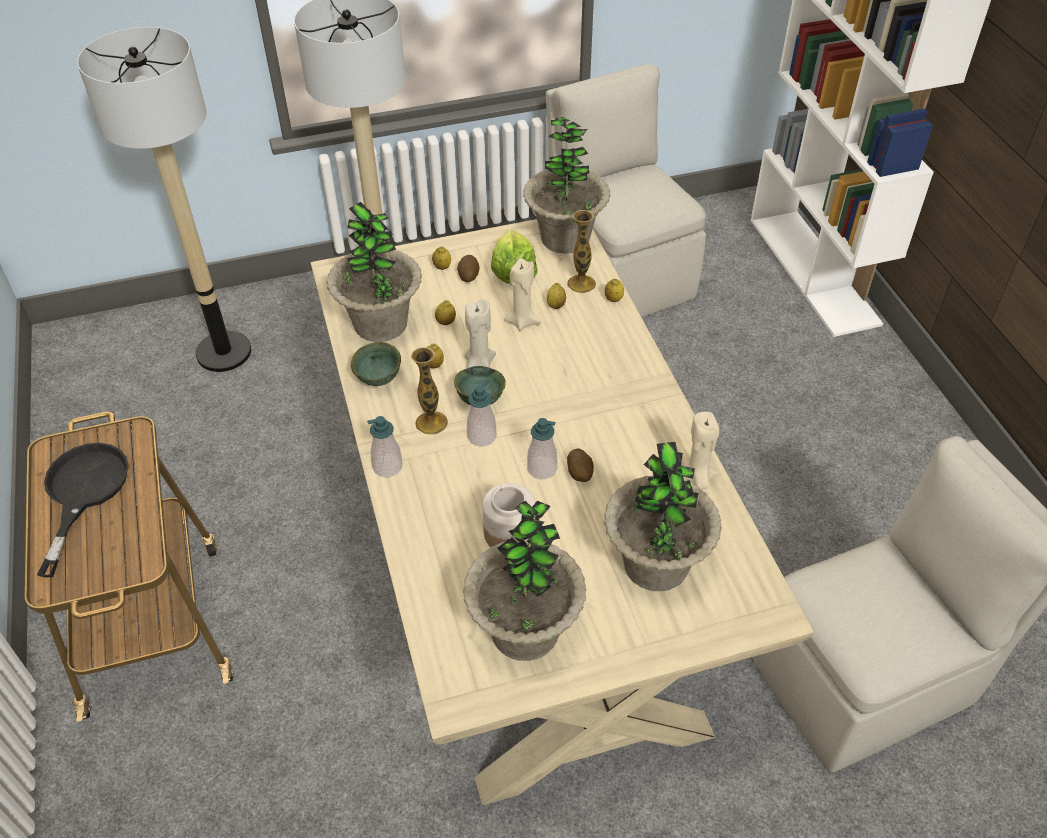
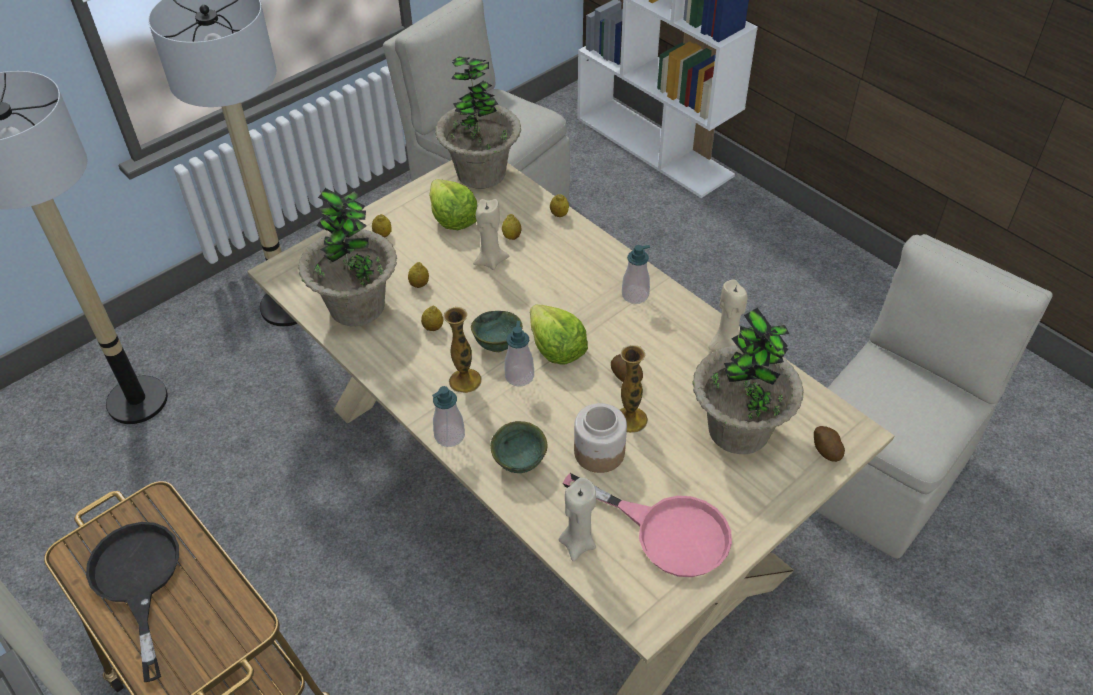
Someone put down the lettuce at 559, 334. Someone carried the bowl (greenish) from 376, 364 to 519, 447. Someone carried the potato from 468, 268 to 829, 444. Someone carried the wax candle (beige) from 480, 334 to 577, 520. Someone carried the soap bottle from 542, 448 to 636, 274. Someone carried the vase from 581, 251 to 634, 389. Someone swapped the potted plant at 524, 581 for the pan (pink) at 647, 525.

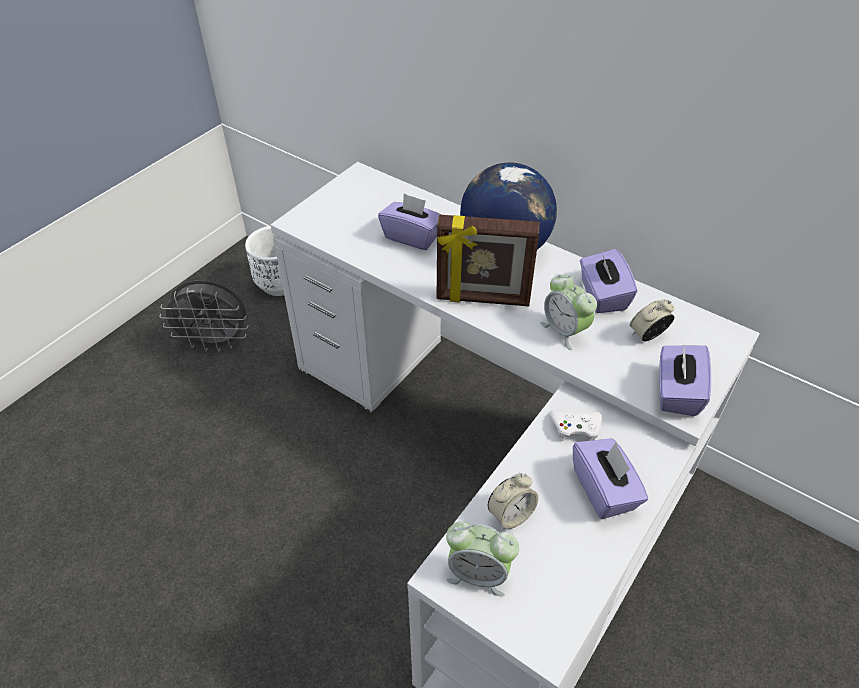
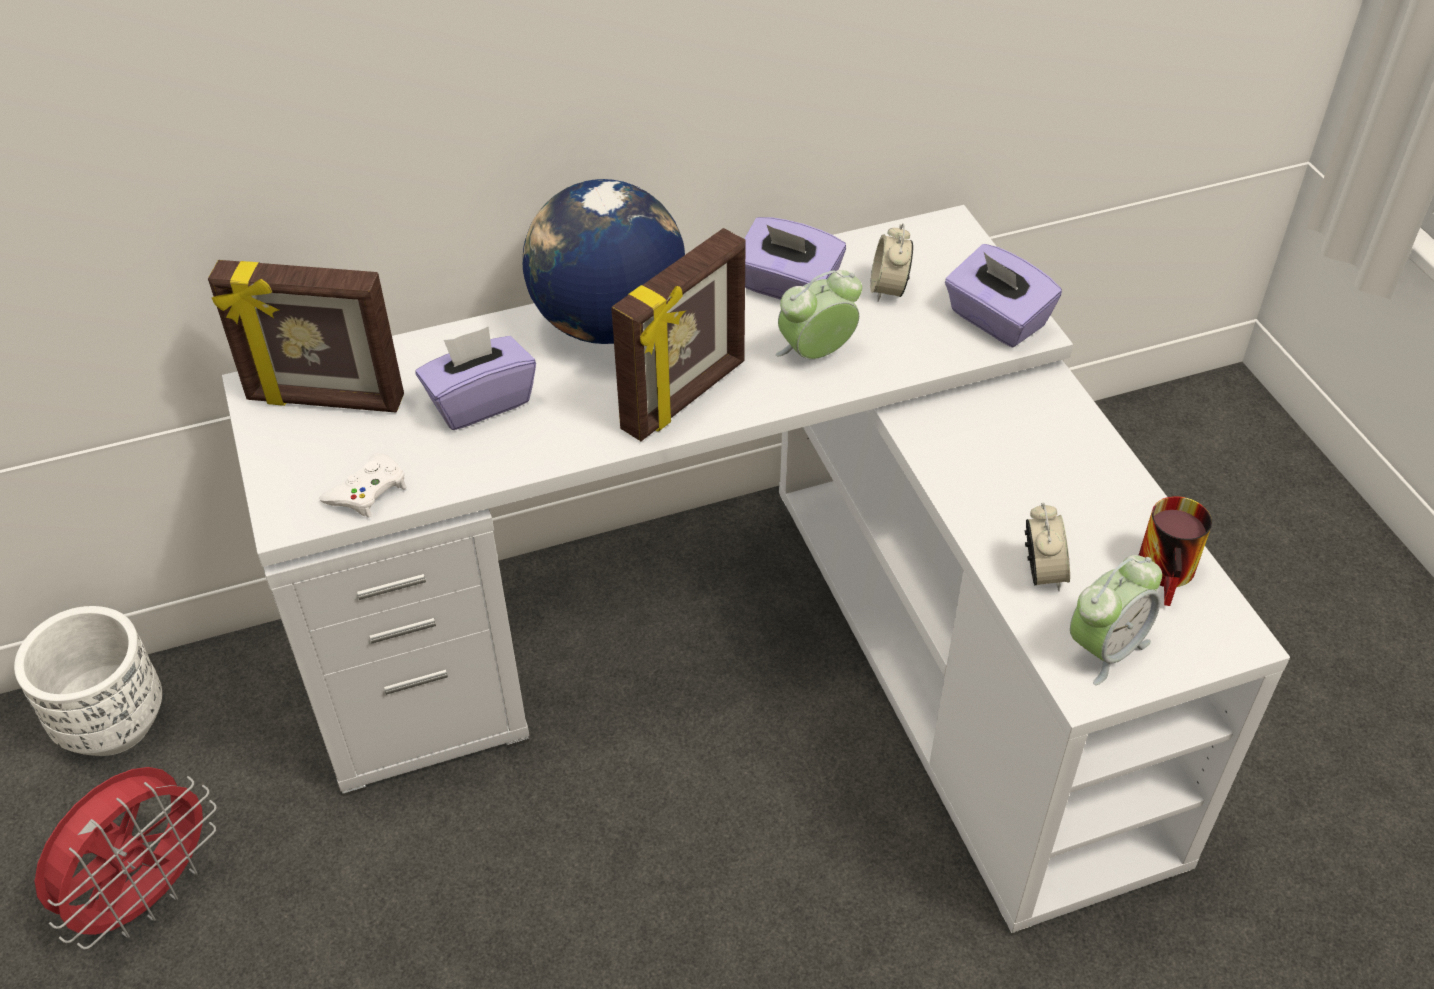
Someone took away the box of tissues (purplish) at 610, 478. Someone put down the standing frame at 306, 336. Someone put down the tea mug at 1175, 551. Someone carried the game controller (white-coloured) from 576, 425 to 362, 485. Someone repainted the cooling fan (greyish) at 204, 316, which became the cooling fan (red) at 126, 858. Someone rotated the table clock at 568, 312 by 150 degrees clockwise.

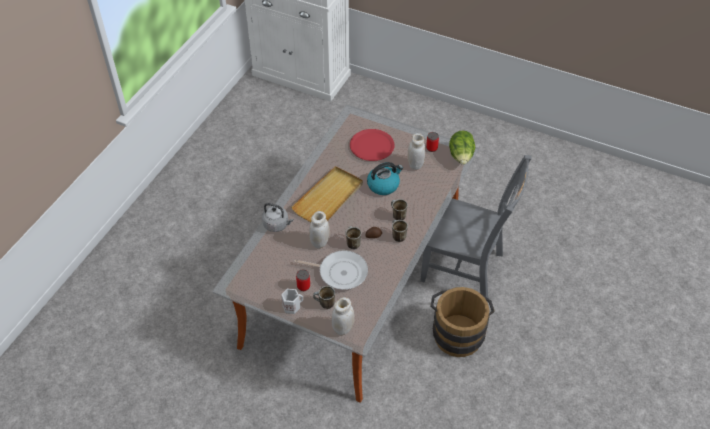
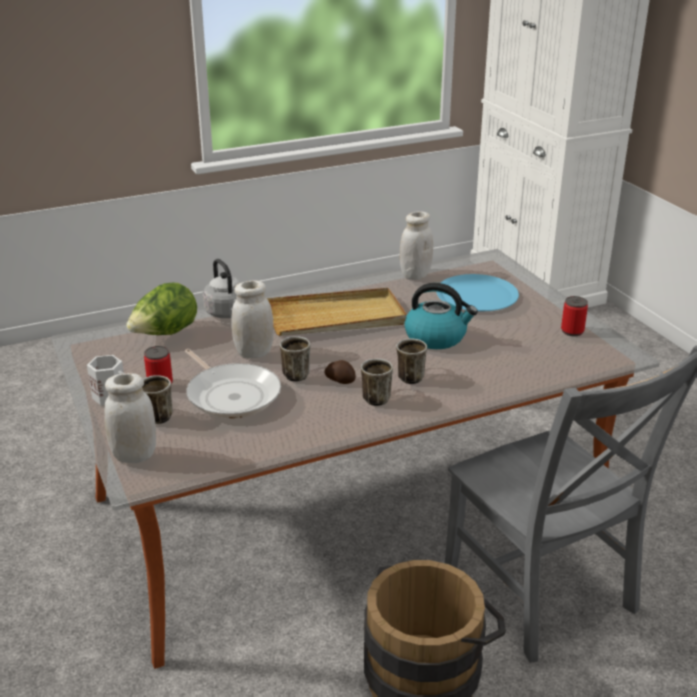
Someone carried the storage jar (white-coloured) from 416, 151 to 416, 245. Someone carried the lettuce from 462, 147 to 161, 309. Someone repainted the flat dish (red) at 372, 145, which became the flat dish (blue) at 477, 292.

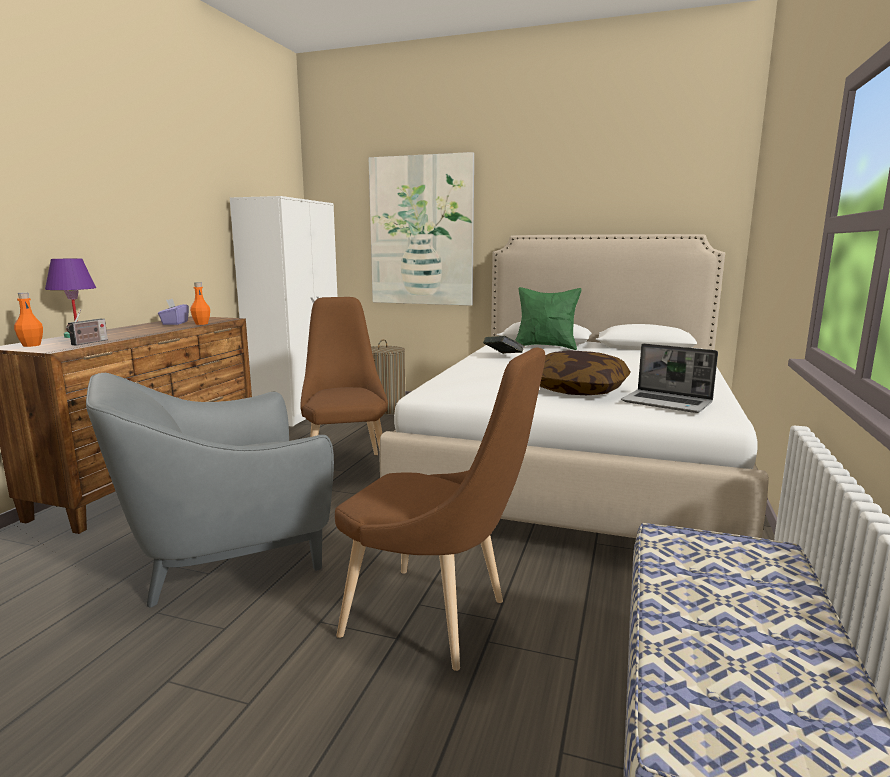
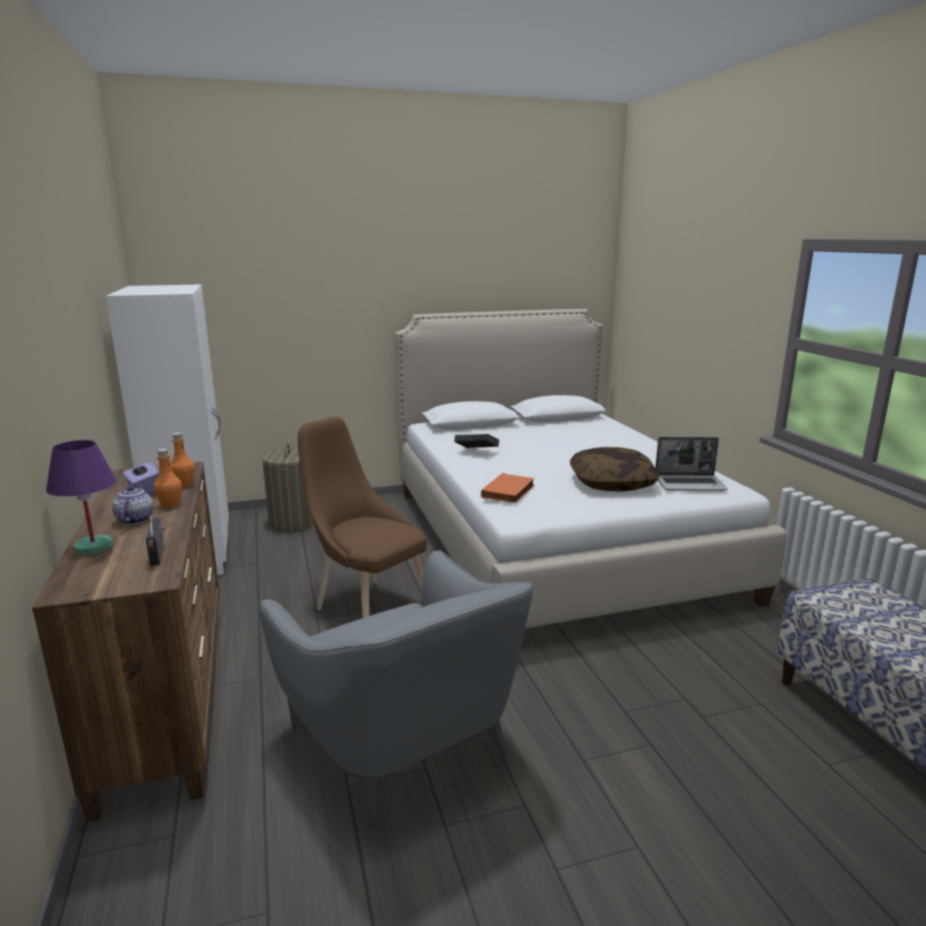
Someone took away the upright chair (brownish) at 440, 509. Someone took away the wall picture at 421, 229. Someone took away the throw pillow (greenish) at 548, 318. Someone put down the teapot at 132, 505. Someone put down the book (orangey) at 507, 488. Someone carried the bottle (orangey) from 28, 320 to 168, 478. Someone rotated the armchair (greyish) at 210, 490 by 60 degrees counterclockwise.

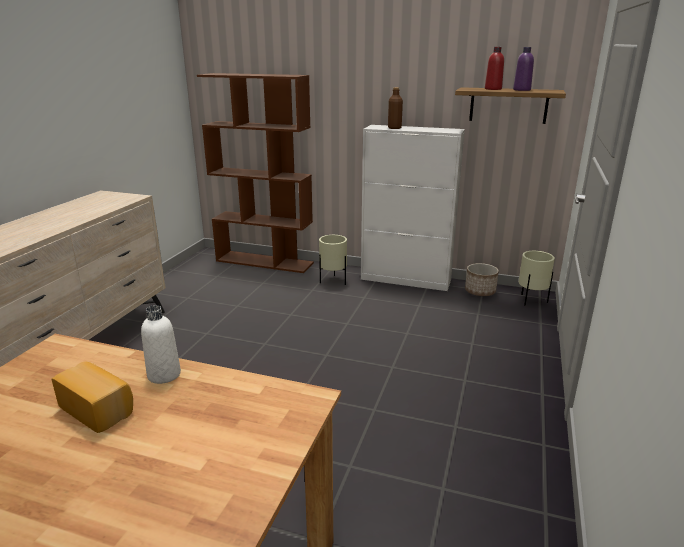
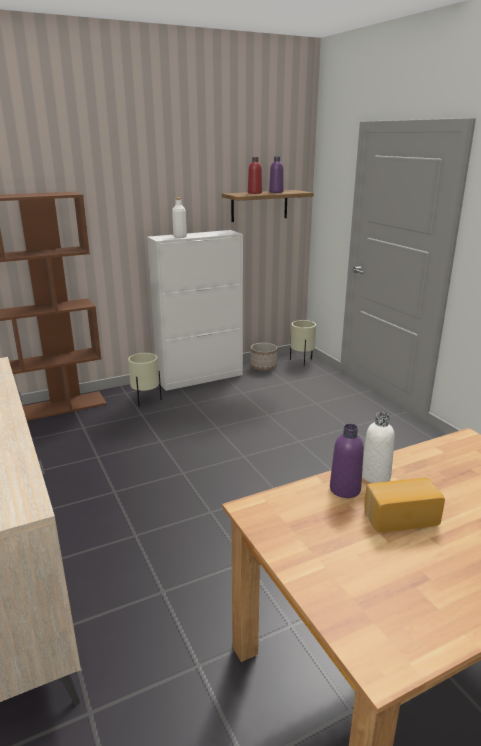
Someone put down the bottle (purplish) at 347, 461. Someone repainted the bottle (brownish) at 395, 108, which became the bottle (white-coloured) at 179, 218.

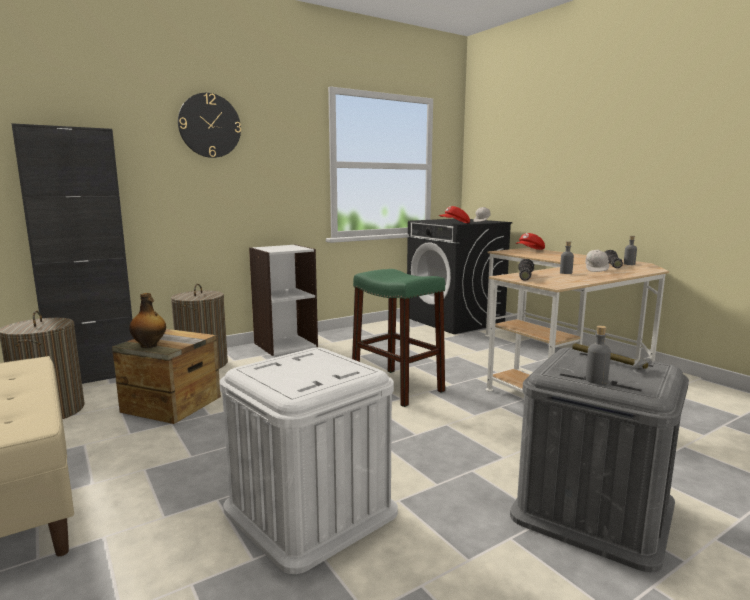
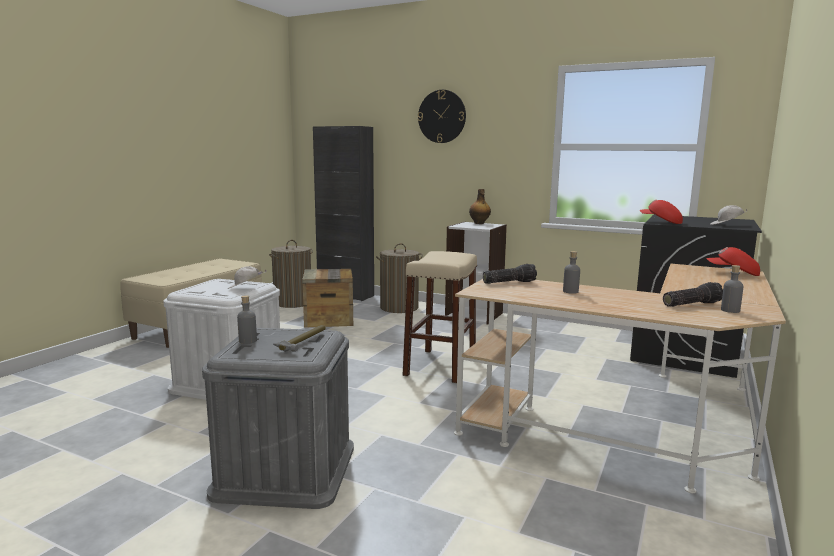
Someone carried the bottle from 147, 320 to 480, 206. Someone carried the cap (white-coloured) from 597, 261 to 247, 277. Someone repainted the sitting stool (greenish) at 398, 338, which became the sitting stool (beige) at 440, 317.

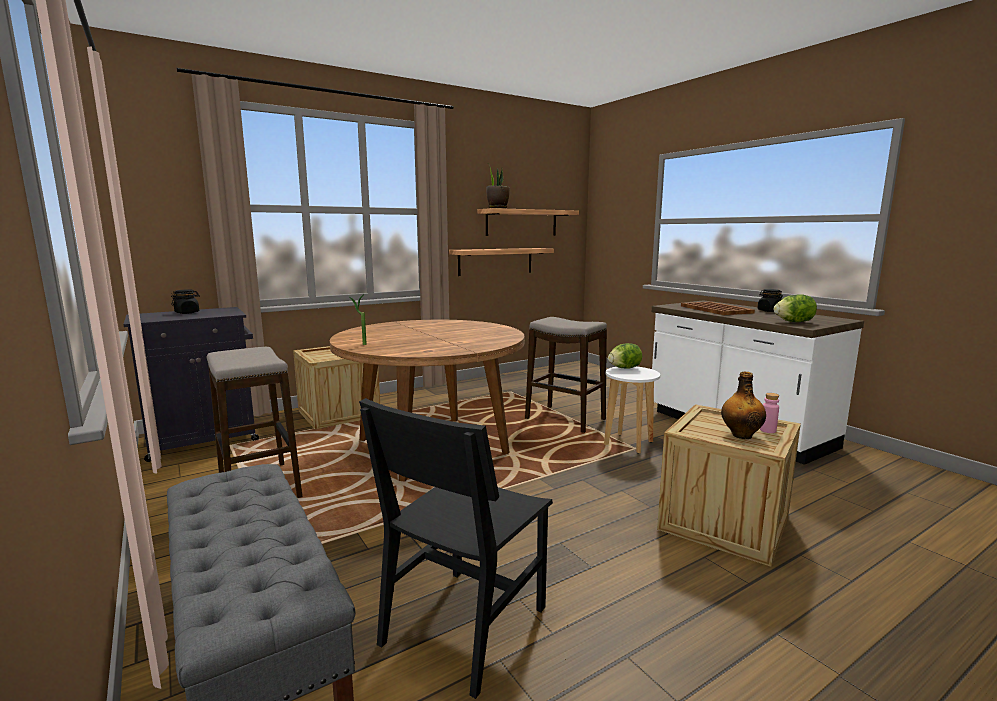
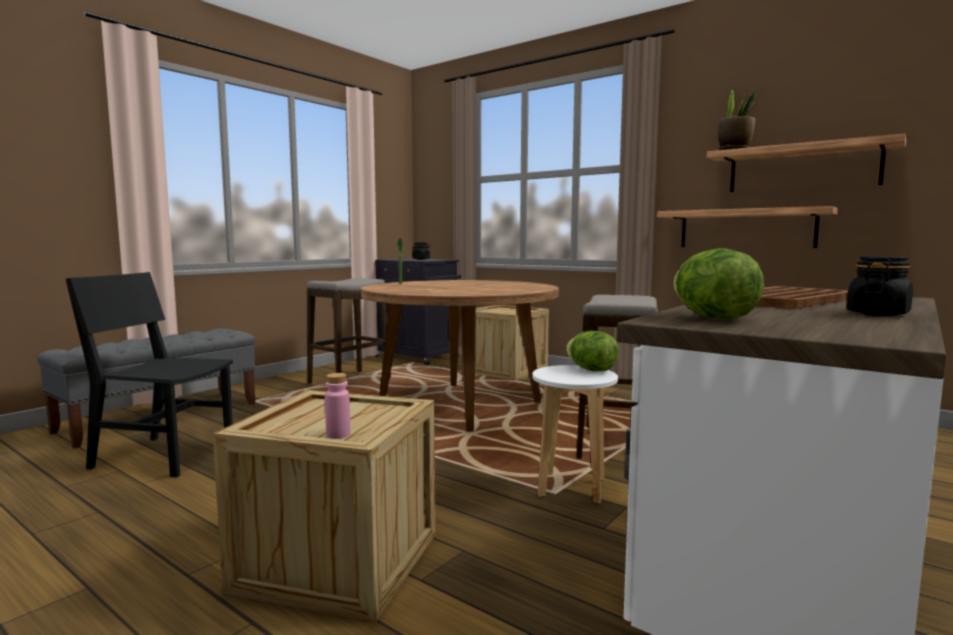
Someone took away the bottle at 743, 405.

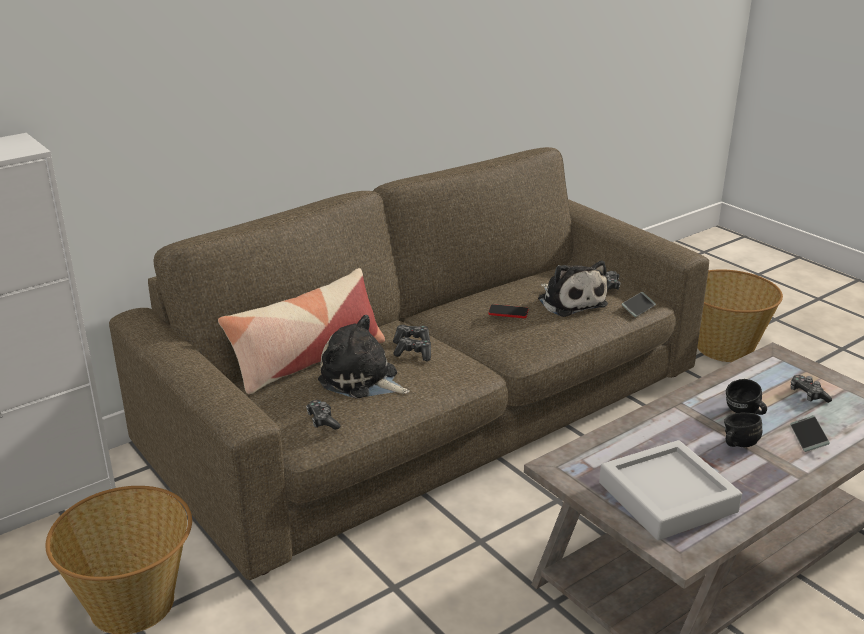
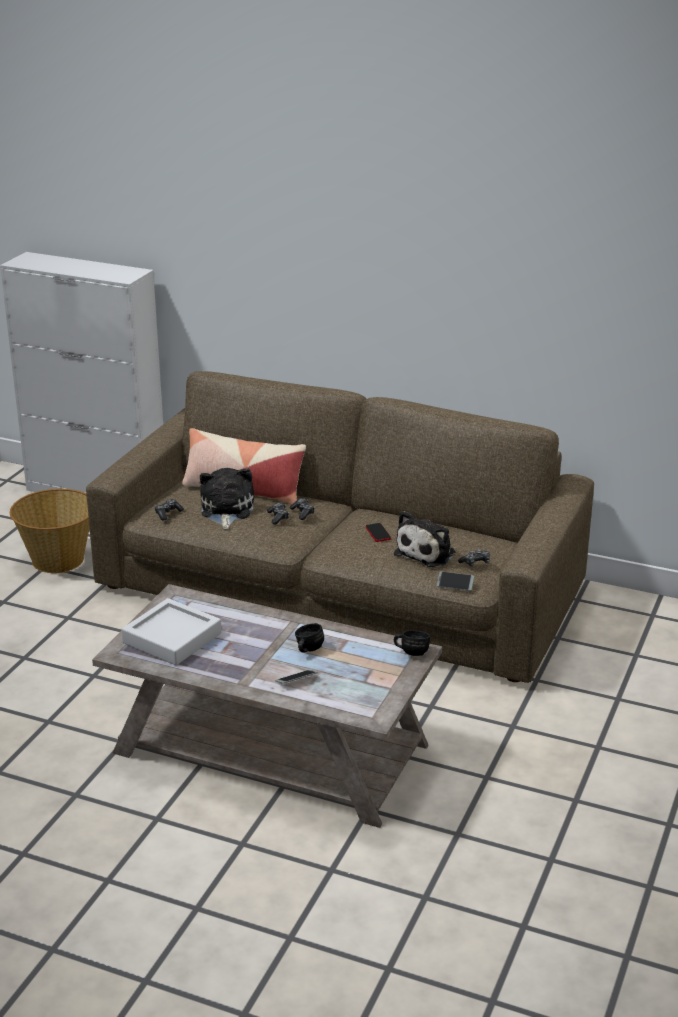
Someone took away the storage basket at 740, 315. Someone took away the game controller at 811, 389. Someone carried the tea mug (blackish) from 743, 430 to 412, 643.

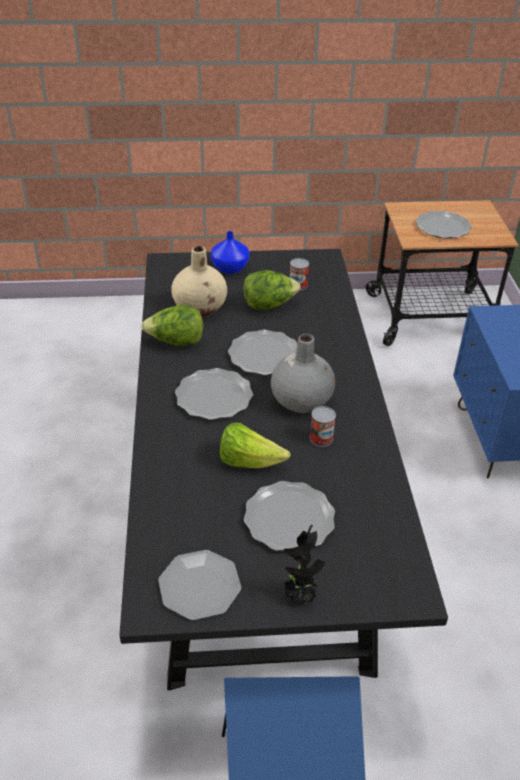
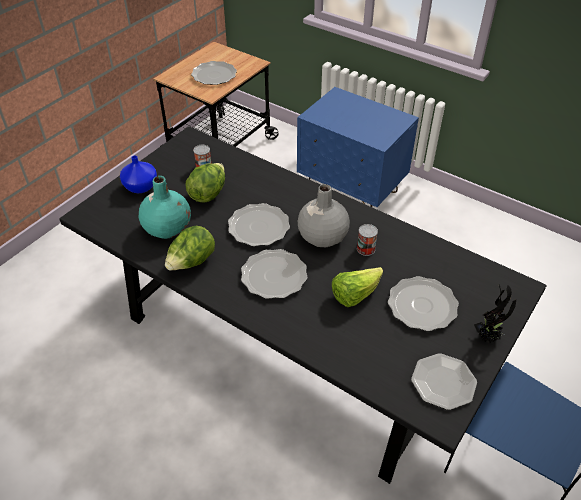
Someone repainted the vase (beige) at 199, 281, which became the vase (blue-green) at 165, 207.

